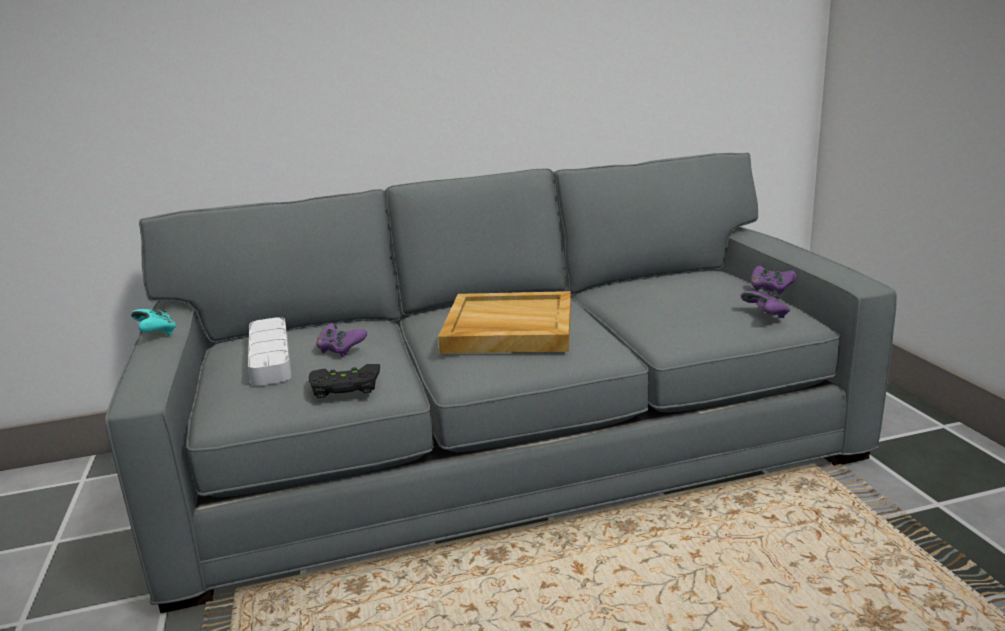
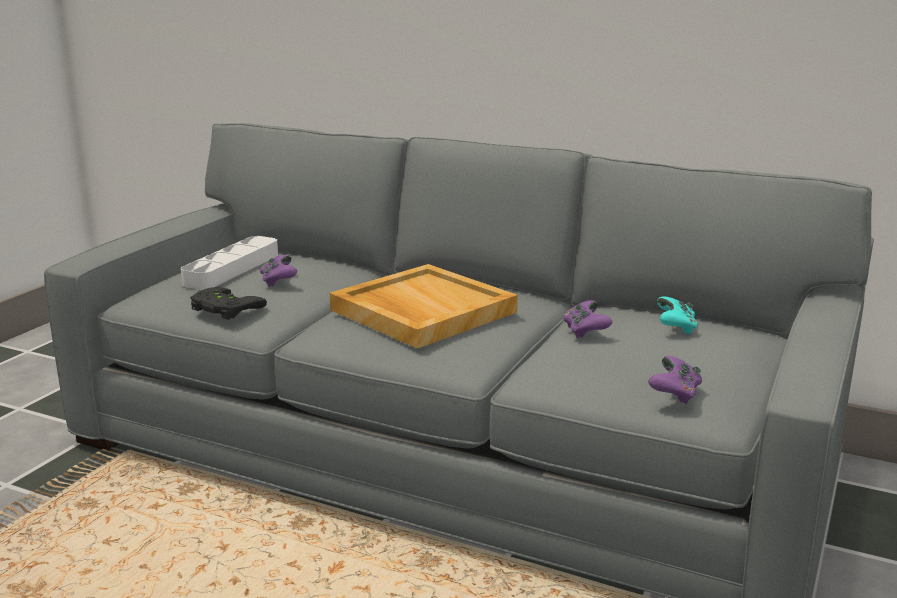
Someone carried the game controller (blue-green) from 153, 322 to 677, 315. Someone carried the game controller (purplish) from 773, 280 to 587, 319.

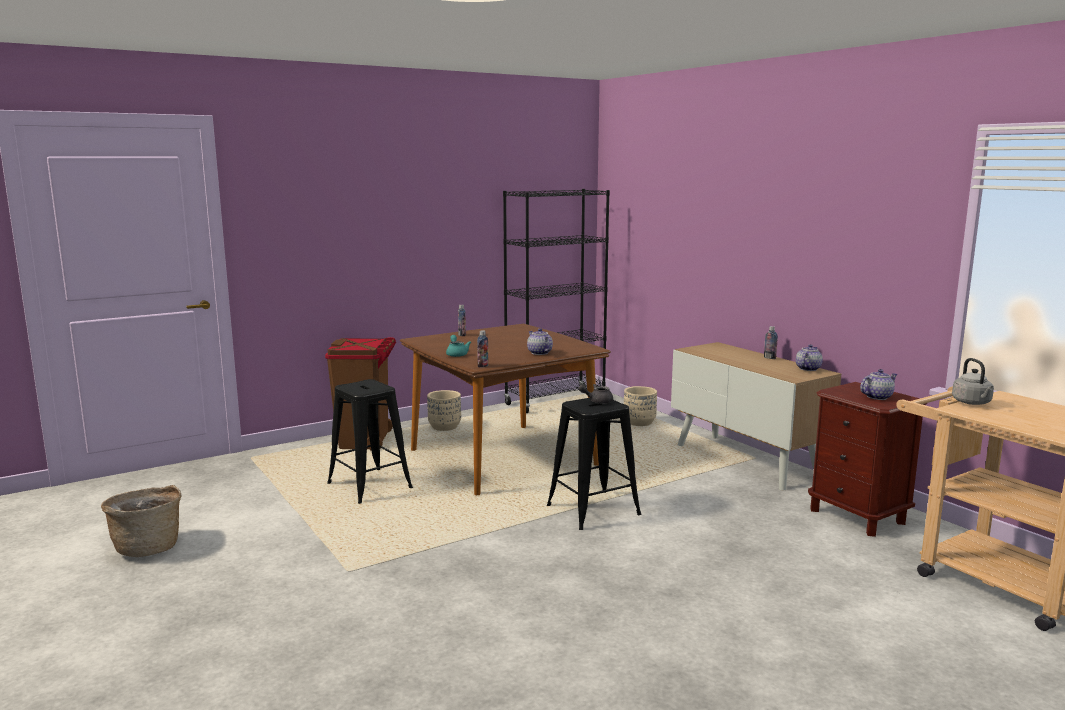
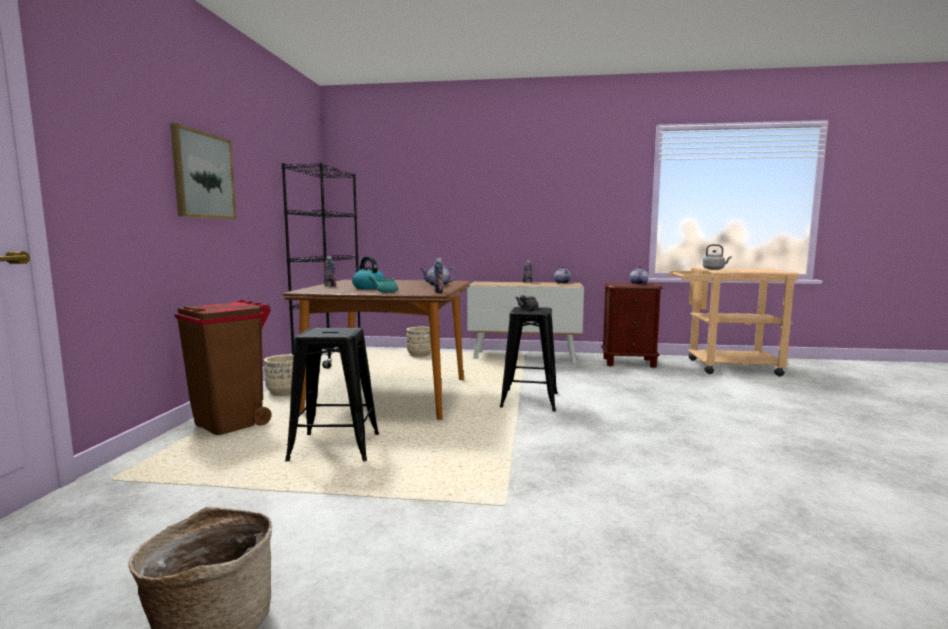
Someone put up the wall picture at 203, 171. Someone put down the water kettle at 369, 272.

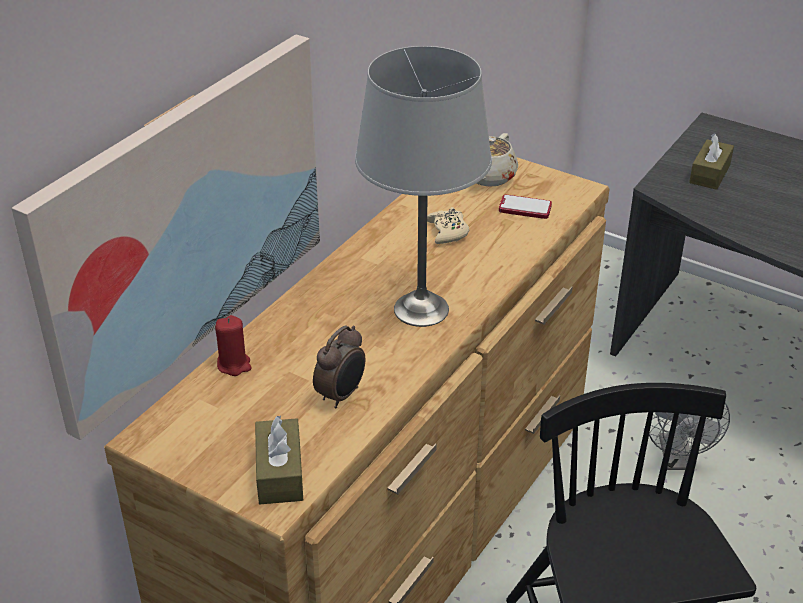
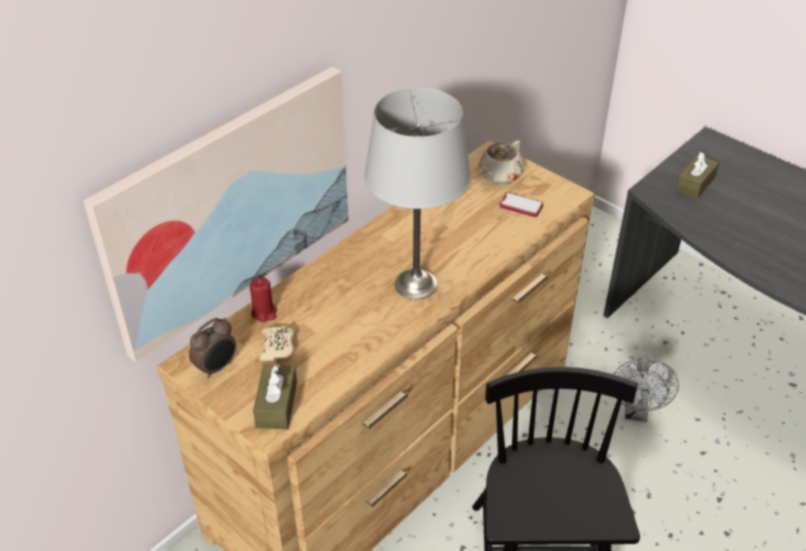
Someone carried the table clock from 339, 367 to 212, 348. Someone carried the game controller (beige) from 448, 225 to 277, 343.

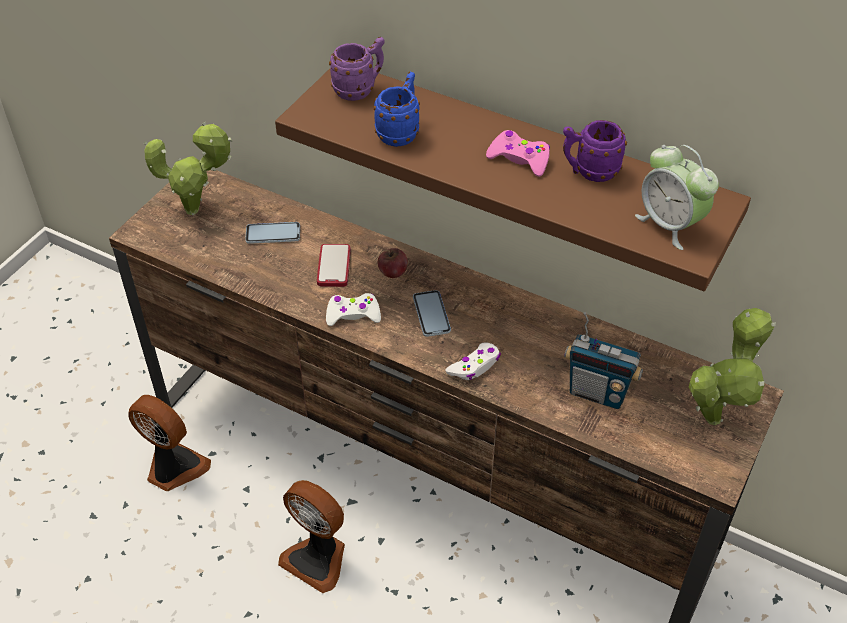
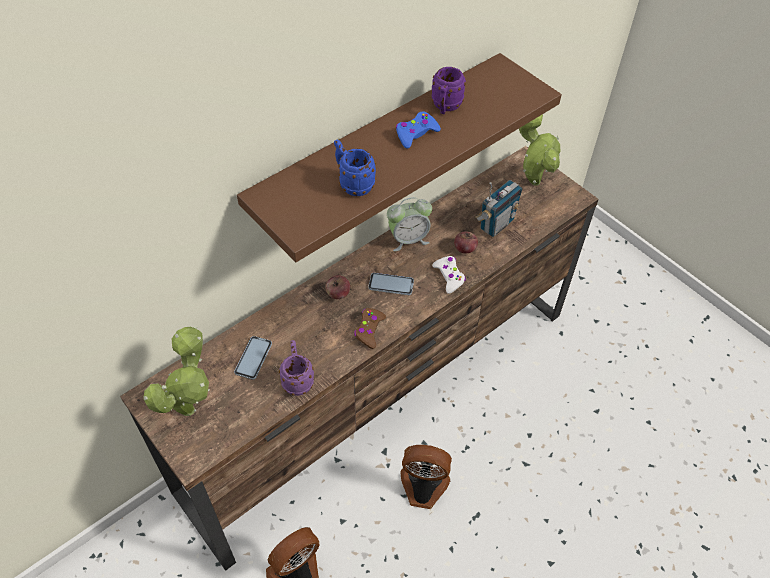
Someone took away the handset at 334, 265. Someone put down the apple fruit at 466, 242. Someone carried the tea mug (purplish) from 357, 69 to 296, 368. Someone carried the table clock from 677, 197 to 409, 224. Someone repainted the game controller (white-coloured) at 353, 309, which became the game controller (brownish) at 370, 328. Someone repainted the game controller (pink) at 518, 153, which became the game controller (blue) at 418, 130. Someone rotated the cooling fan at 311, 536 by 135 degrees counterclockwise.

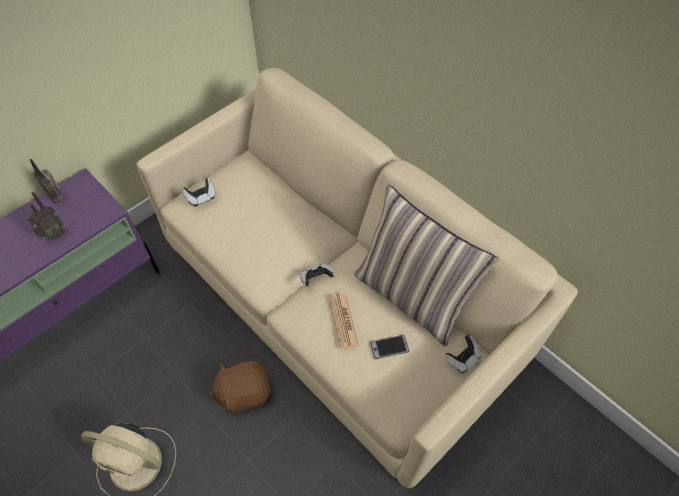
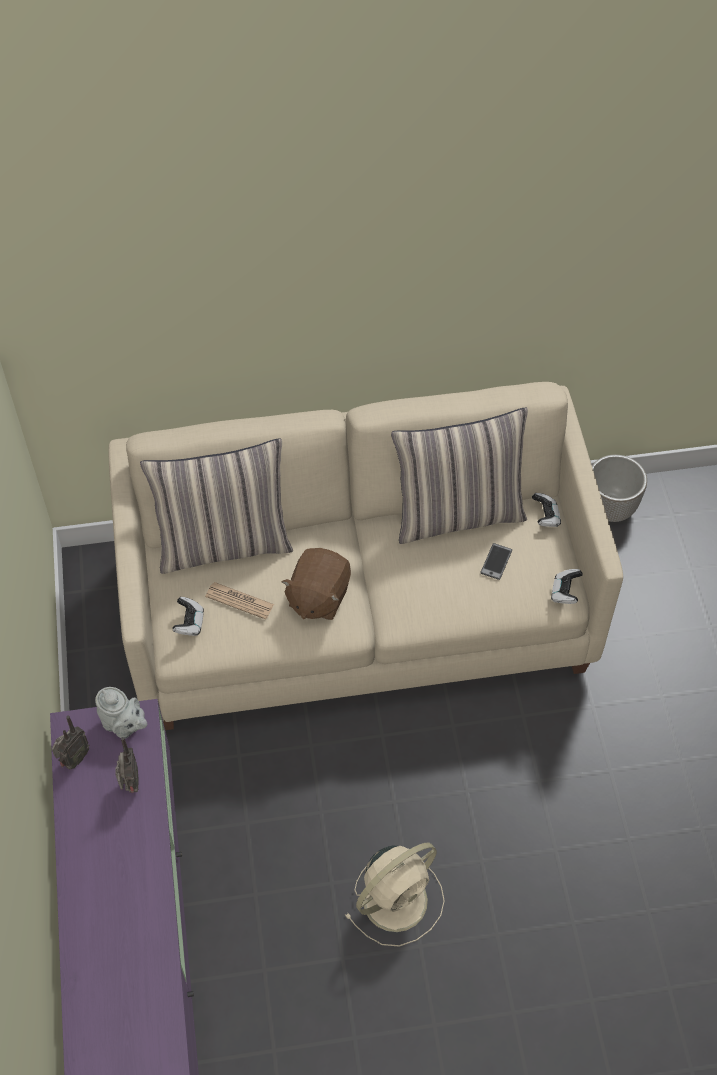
Someone put down the teapot (greyish) at 121, 713. Someone put down the throw pillow at 216, 506. Someone put down the plant pot at 619, 488. Someone carried the soft toy (brownish) from 240, 387 to 316, 584. Someone carried the game controller from 317, 275 to 567, 586. Someone carried the printed paper from 344, 321 to 239, 601. Someone rotated the radio at 46, 181 by 45 degrees counterclockwise.

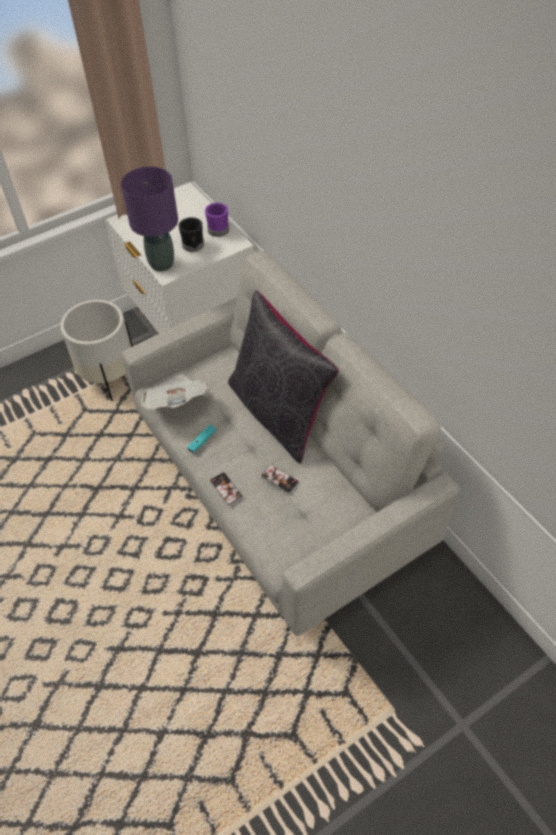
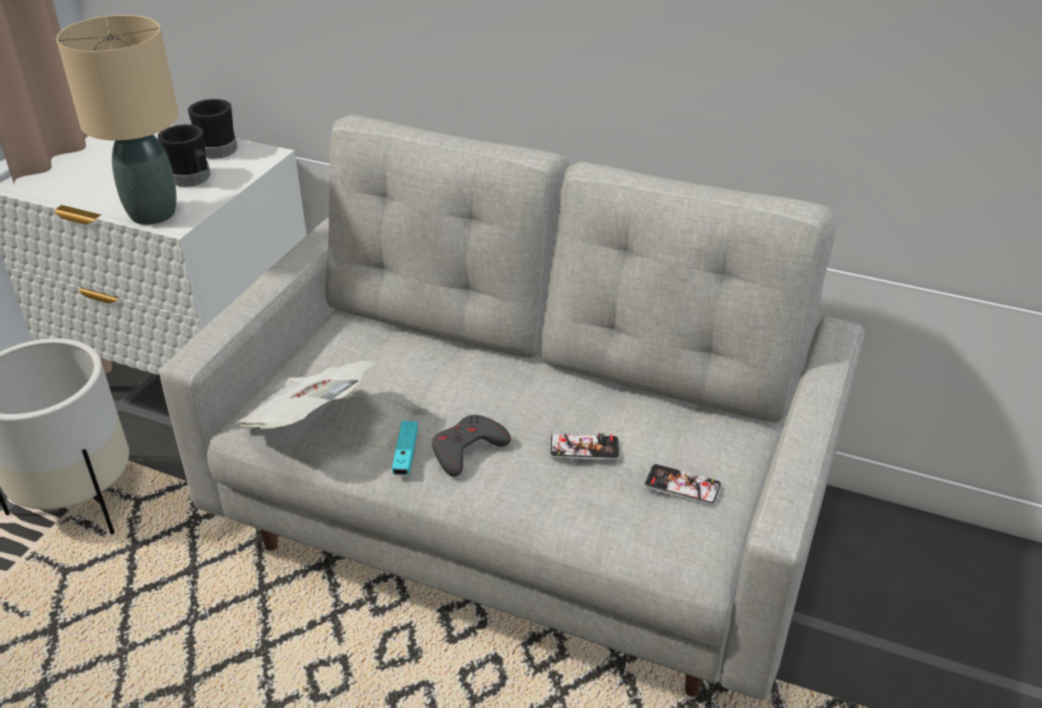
Someone took away the throw pillow (blackish) at 283, 377. Someone put down the game controller (greyish) at 471, 445. Someone carried the handset from 226, 488 to 682, 485. Someone repainted the lamp for a table (purplish) at 149, 218, which became the lamp for a table (beige) at 117, 120. Someone repainted the tea mug (purplish) at 217, 220, which became the tea mug (blackish) at 213, 129.

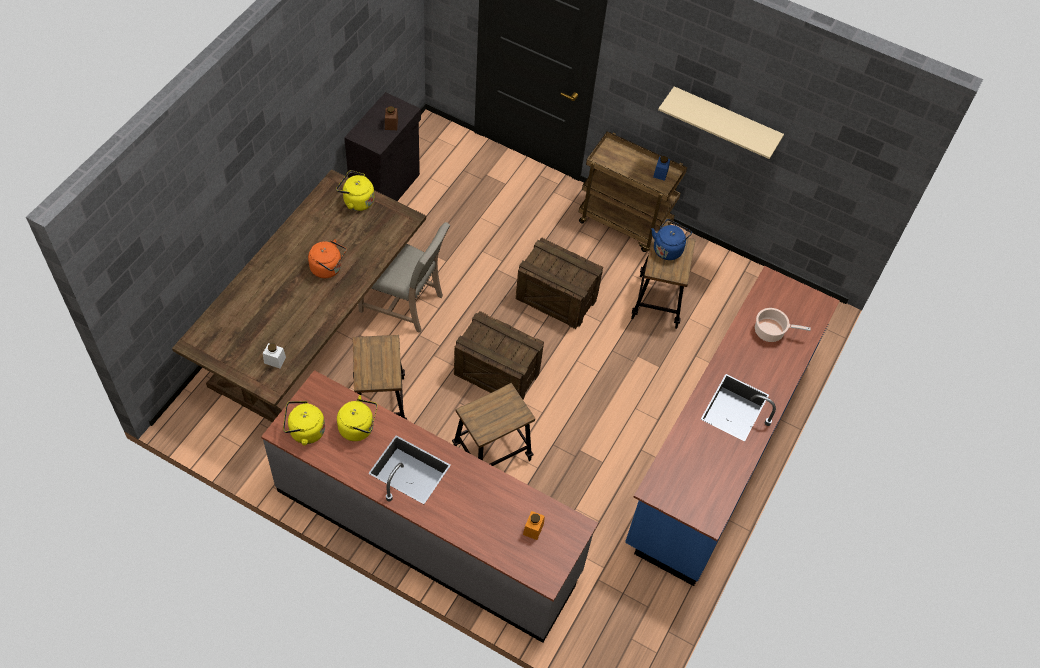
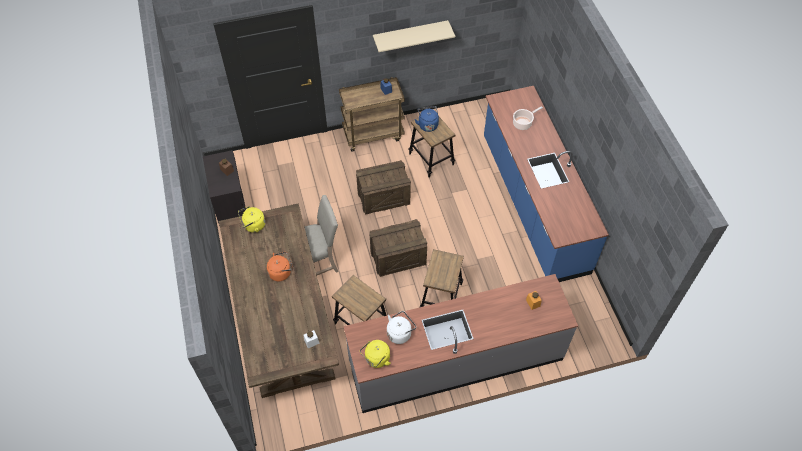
Someone repainted the water kettle (yellow-coloured) at 357, 418, which became the water kettle (white-coloured) at 401, 327.

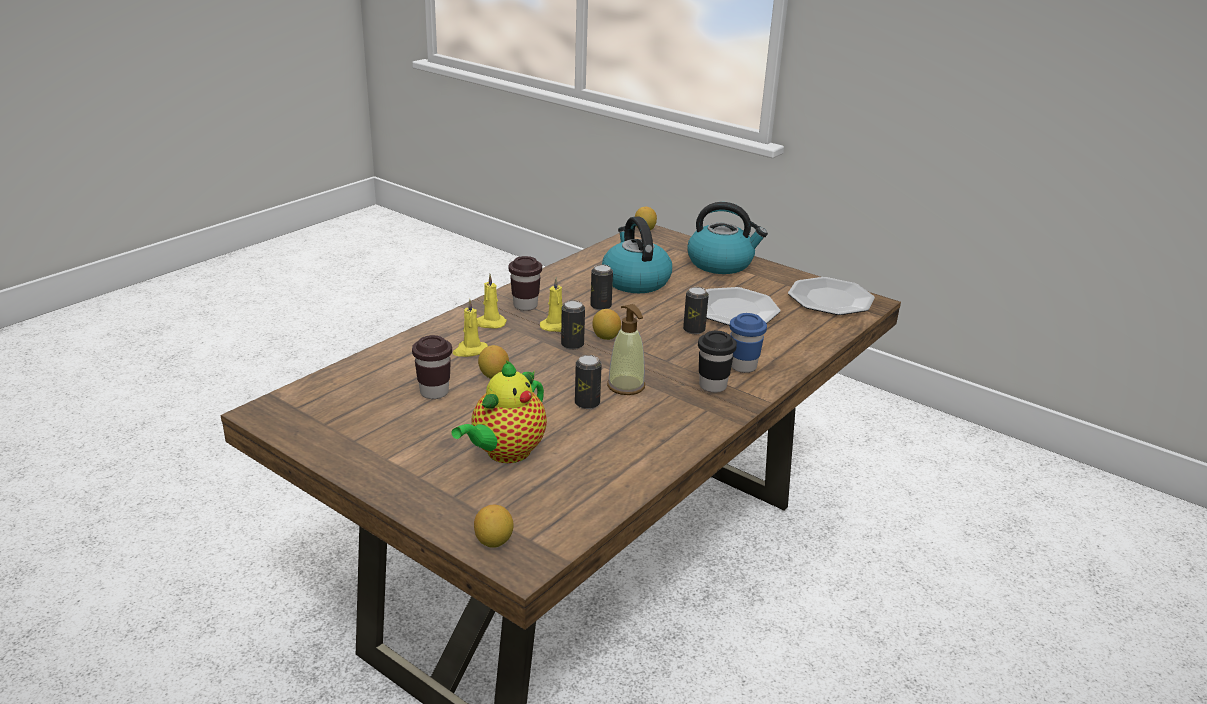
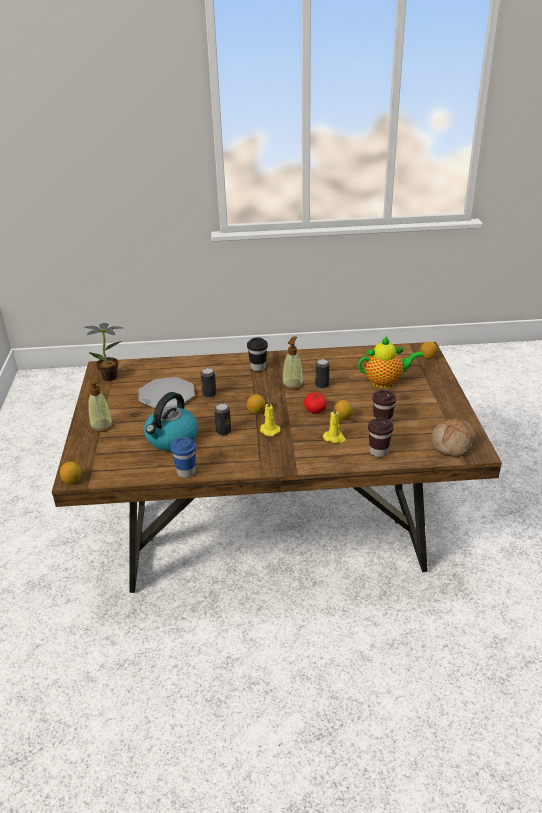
Someone took away the wax candle (yellow-coloured) at 492, 301. Someone took away the sealed can at 573, 325. Someone put down the tomato at 315, 403. Someone put down the baked bread at 454, 438. Someone carried the cup (brownish) from 525, 283 to 381, 437. Someone carried the cup (blue) from 748, 343 to 183, 457. Someone swapped the water kettle at 727, 238 for the soap bottle at 100, 404. Someone swapped the flat dish at 831, 296 for the potted plant at 103, 352.

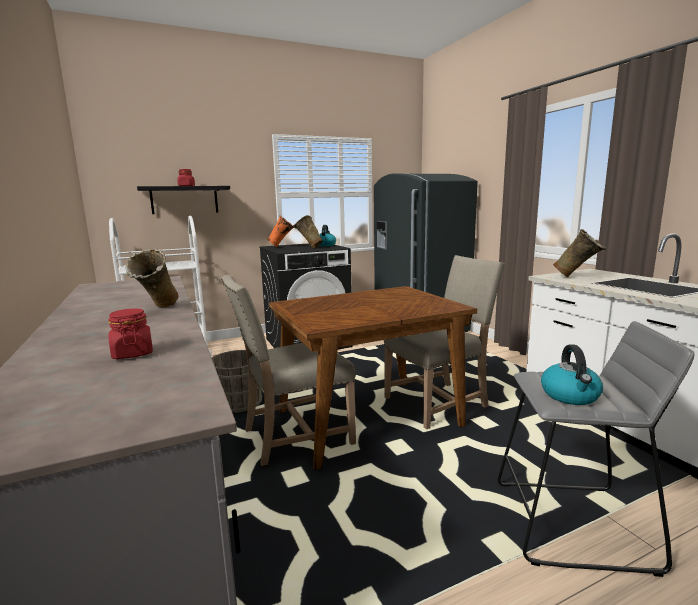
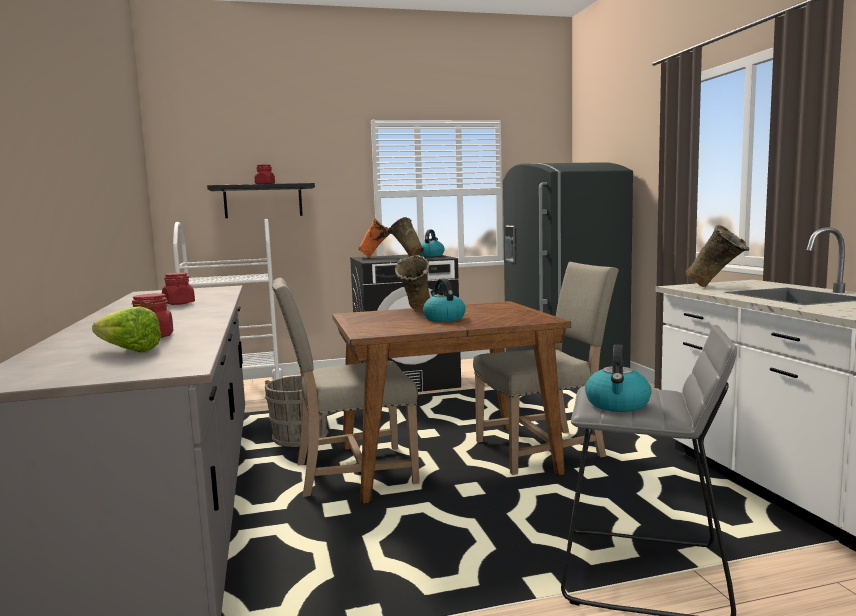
Someone put down the lettuce at 126, 329. Someone put down the storage jar (red) at 178, 289. Someone put down the water kettle at 444, 300. Someone carried the vase (beige) from 152, 278 to 412, 282.

